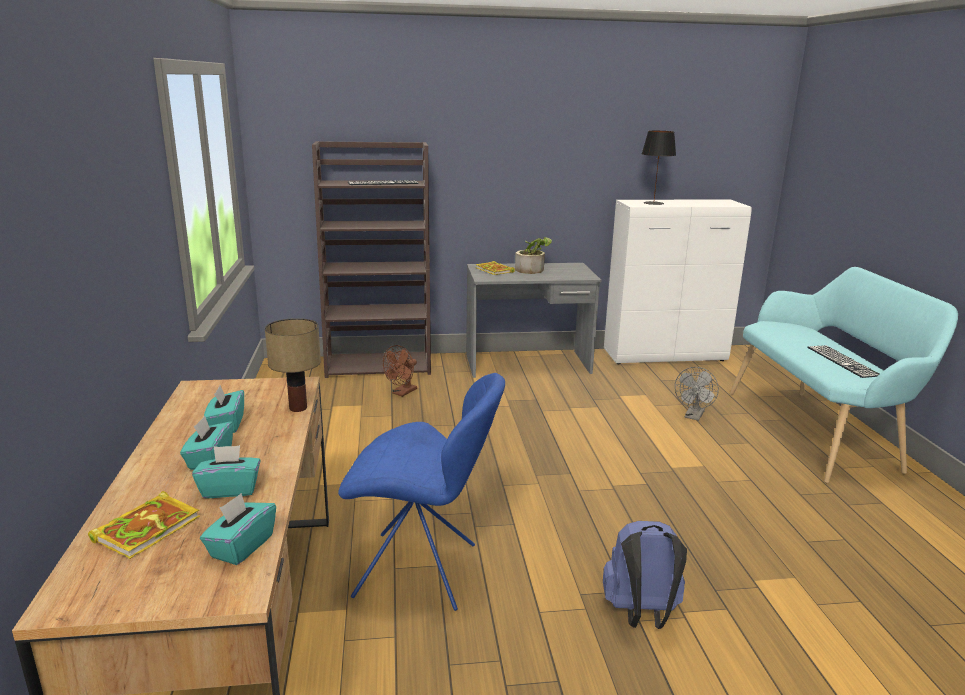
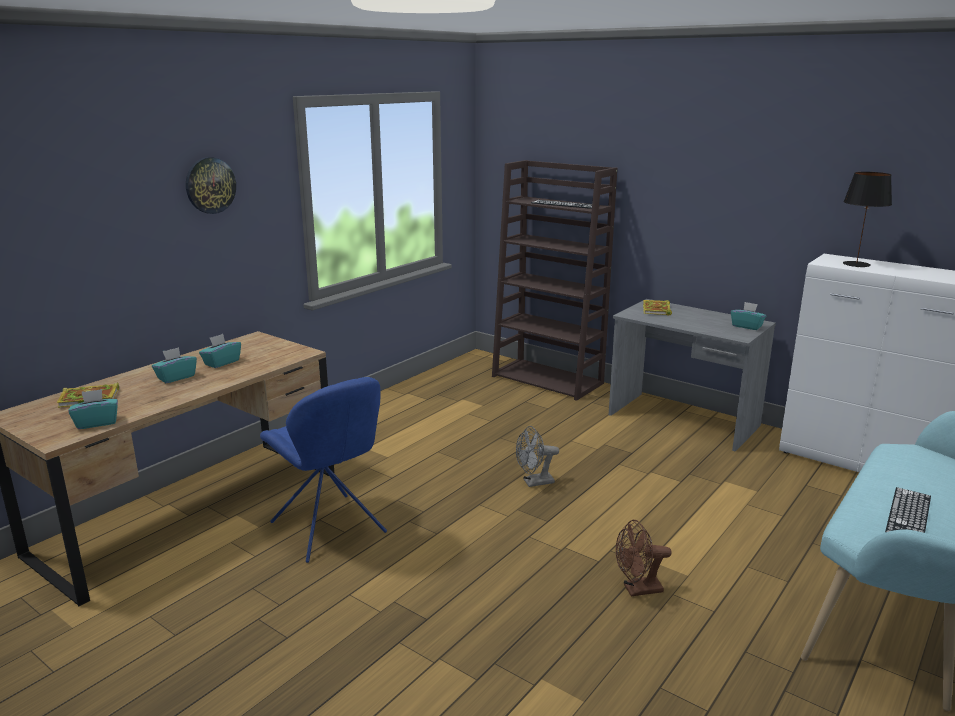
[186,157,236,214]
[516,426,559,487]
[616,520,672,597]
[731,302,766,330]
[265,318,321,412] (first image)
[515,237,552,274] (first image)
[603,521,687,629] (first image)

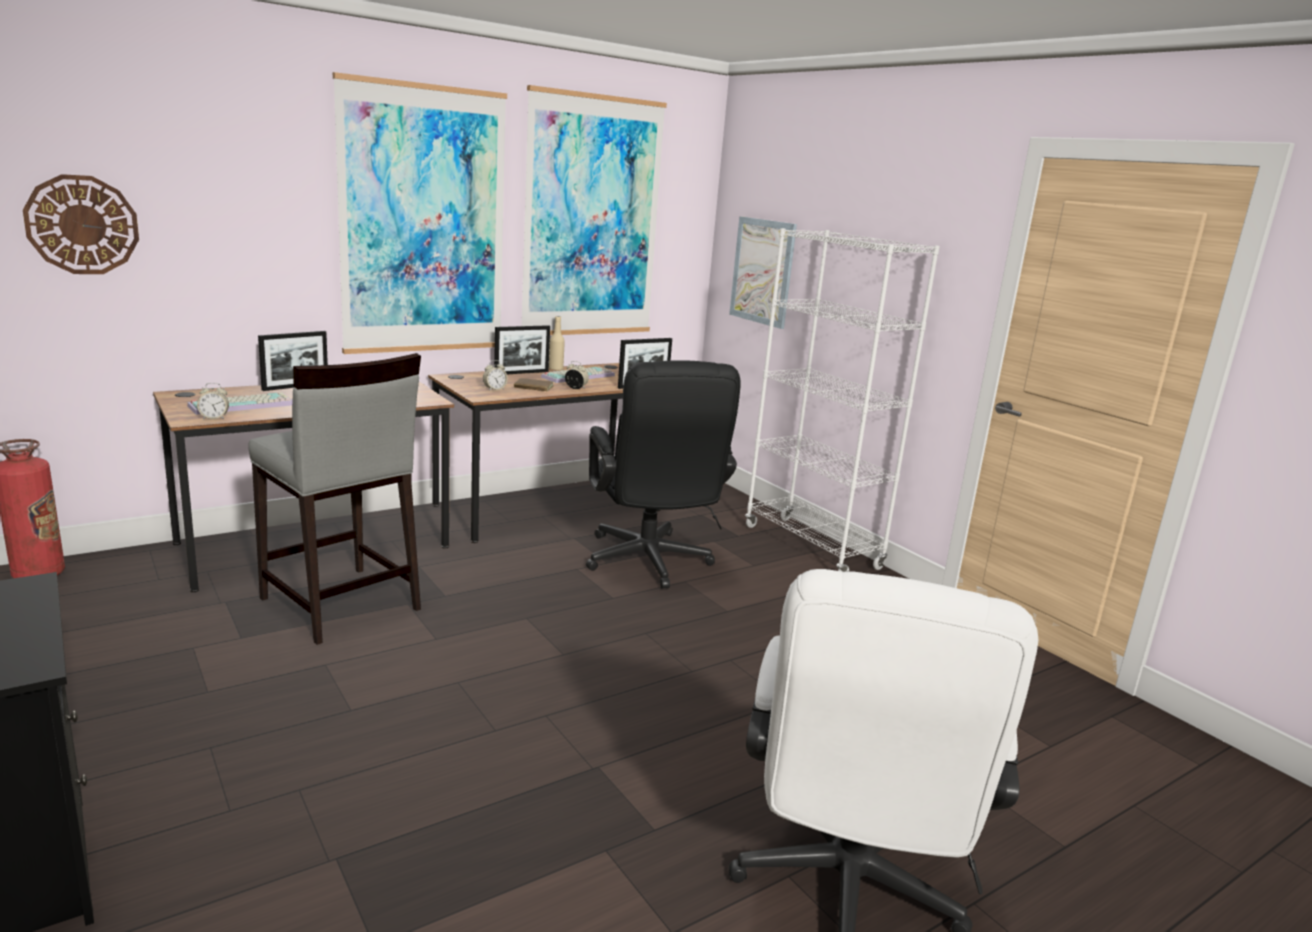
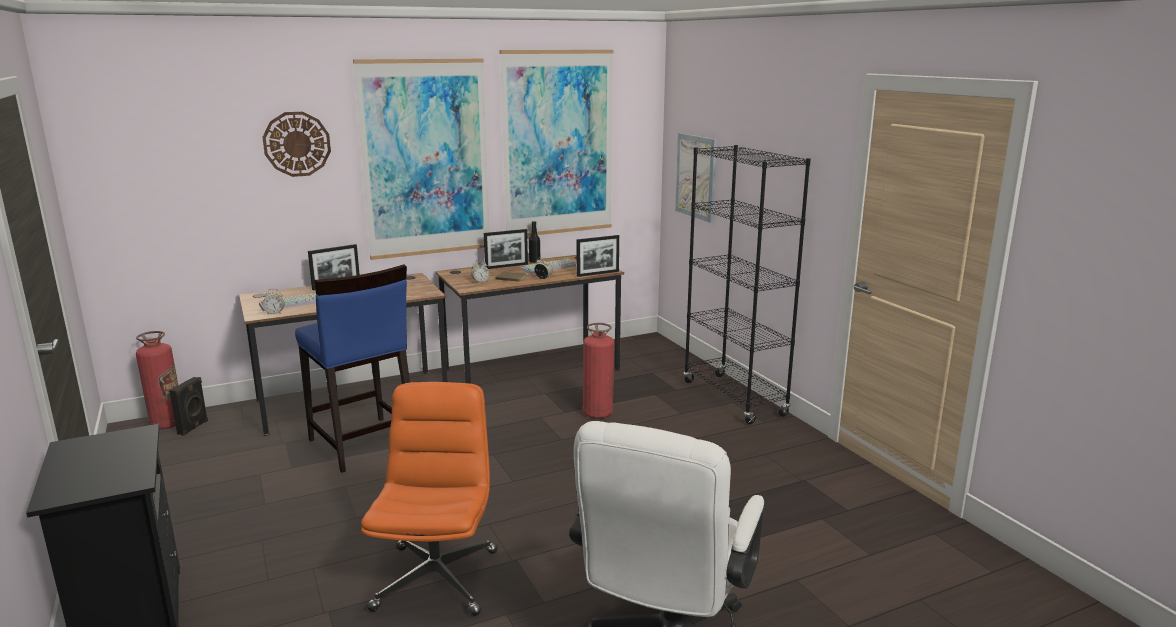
[169,377,208,436]
[262,112,331,177]
[295,264,410,473]
[361,382,498,616]
[529,221,541,263]
[583,323,614,418]
[683,145,811,424]

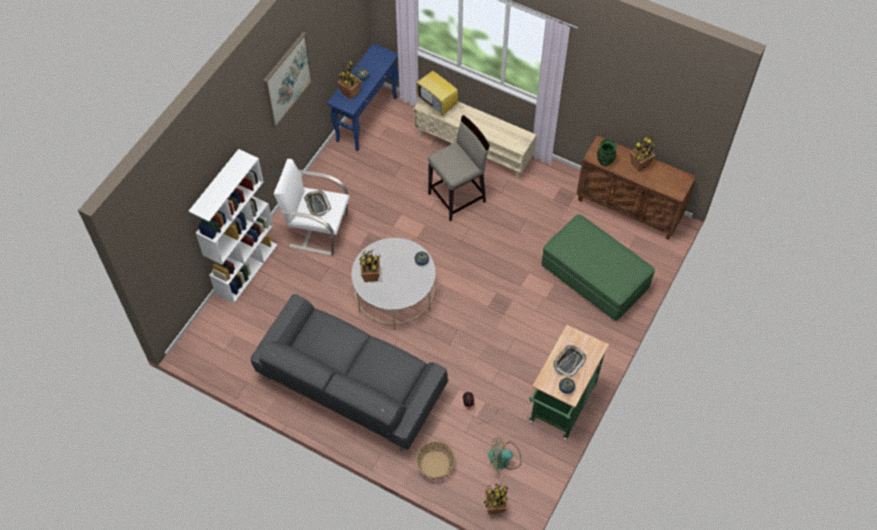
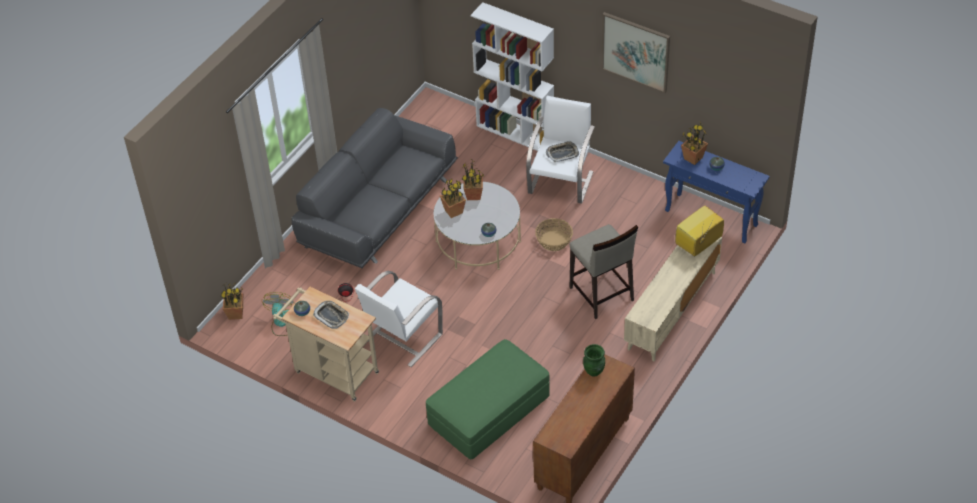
[273,287,379,402]
[355,271,443,367]
[440,179,466,218]
[535,218,573,251]

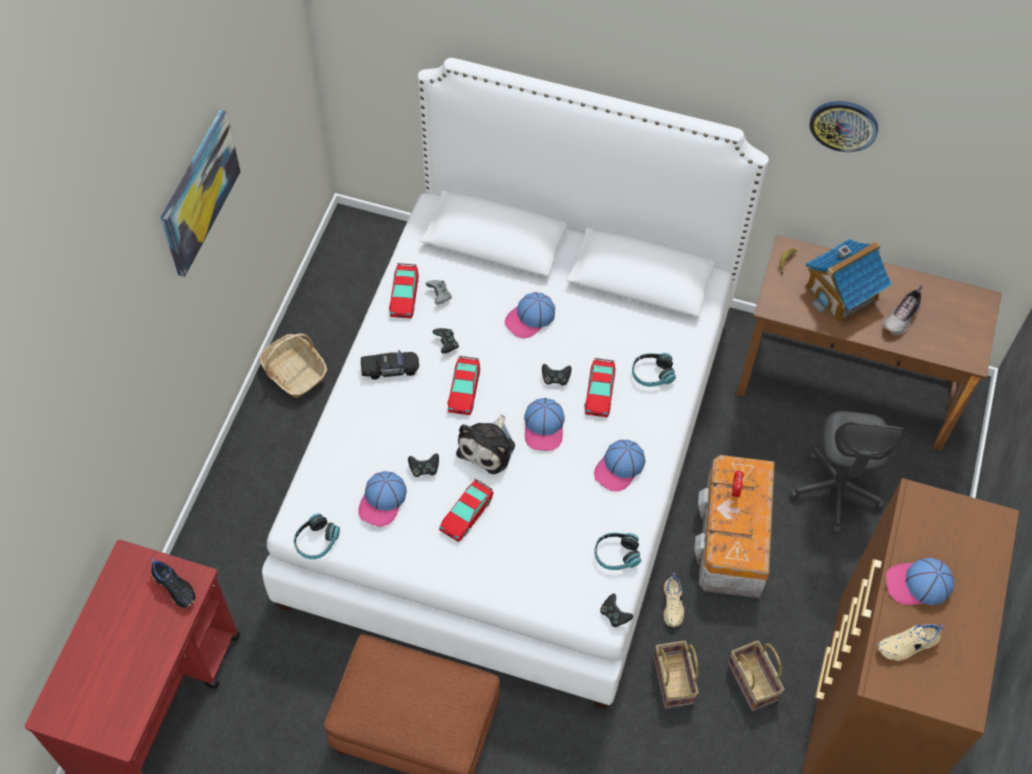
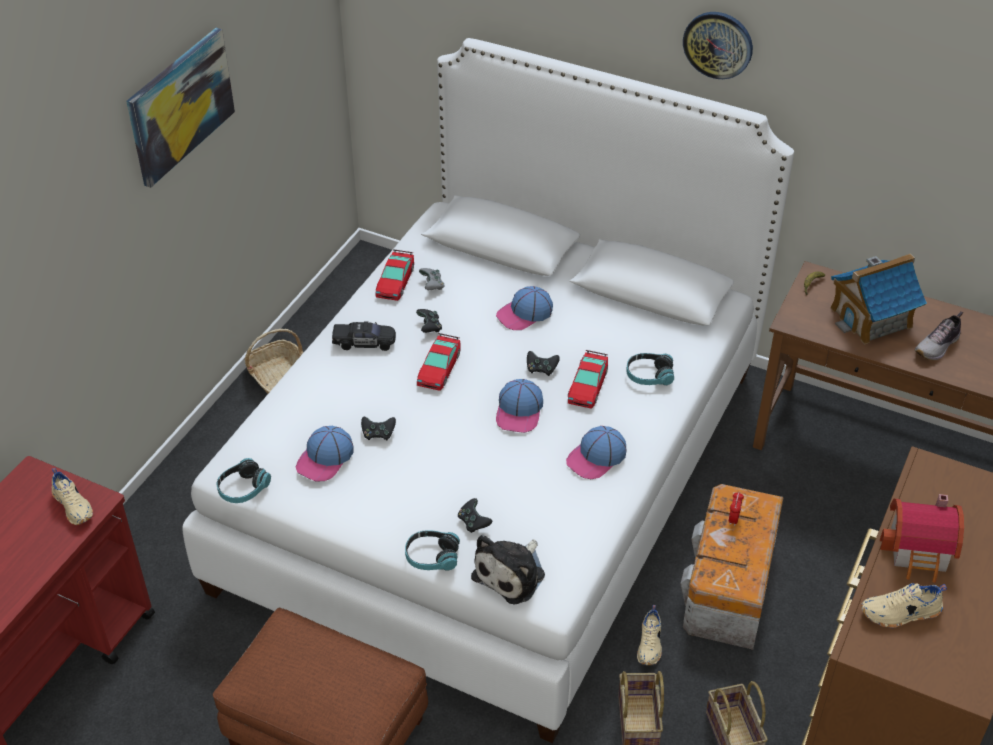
[52,468,93,525]
[405,530,460,571]
[458,498,492,533]
[471,535,545,604]
[683,12,753,79]
[880,494,964,583]
[439,479,493,542] (first image)
[789,411,905,534] (first image)

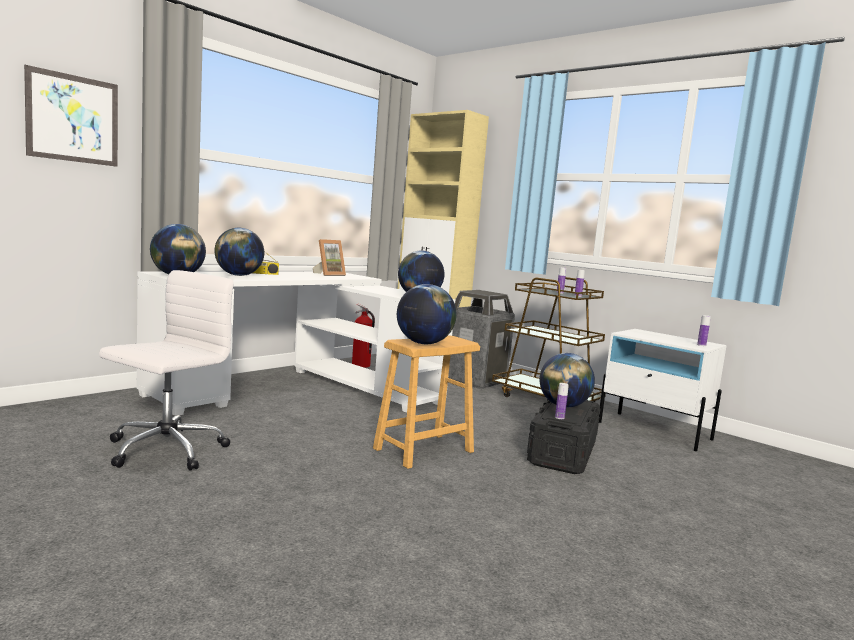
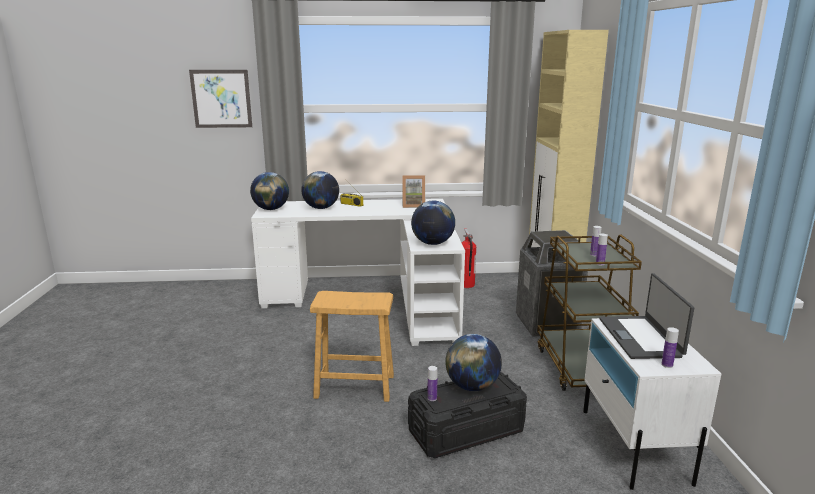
[600,273,694,359]
[99,270,233,471] (first image)
[397,284,457,344] (first image)

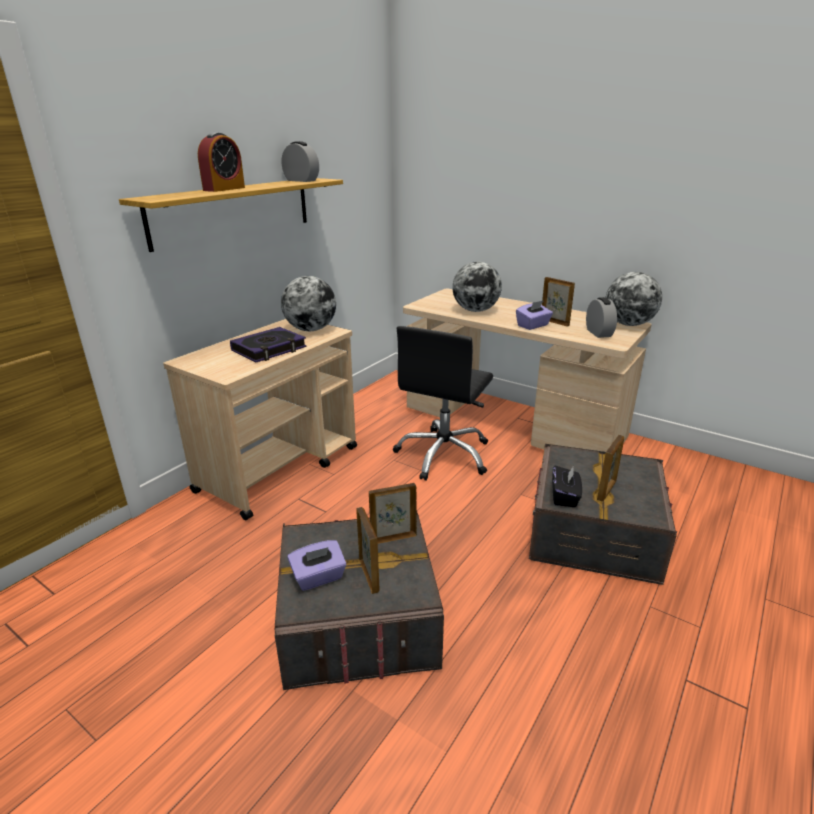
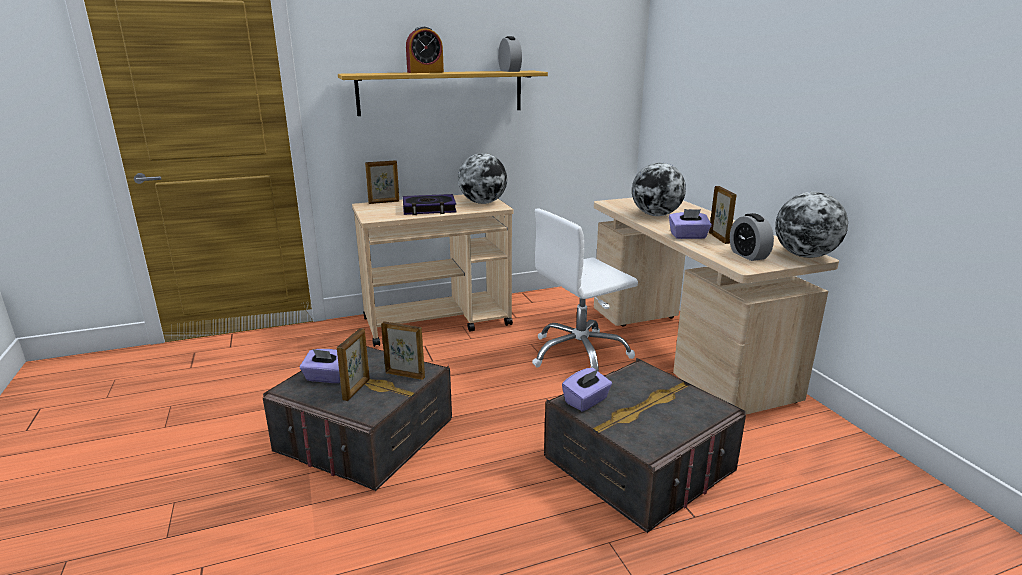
[365,160,399,204]
[532,208,638,371]
[562,368,612,411]
[730,213,774,261]

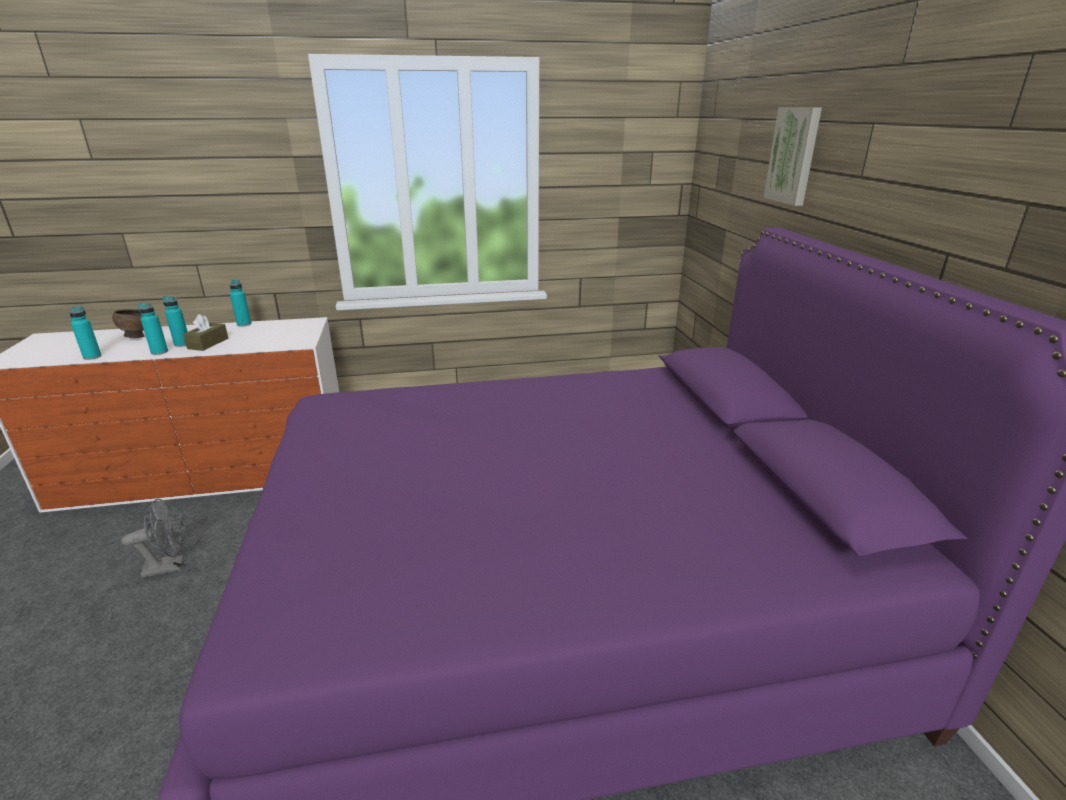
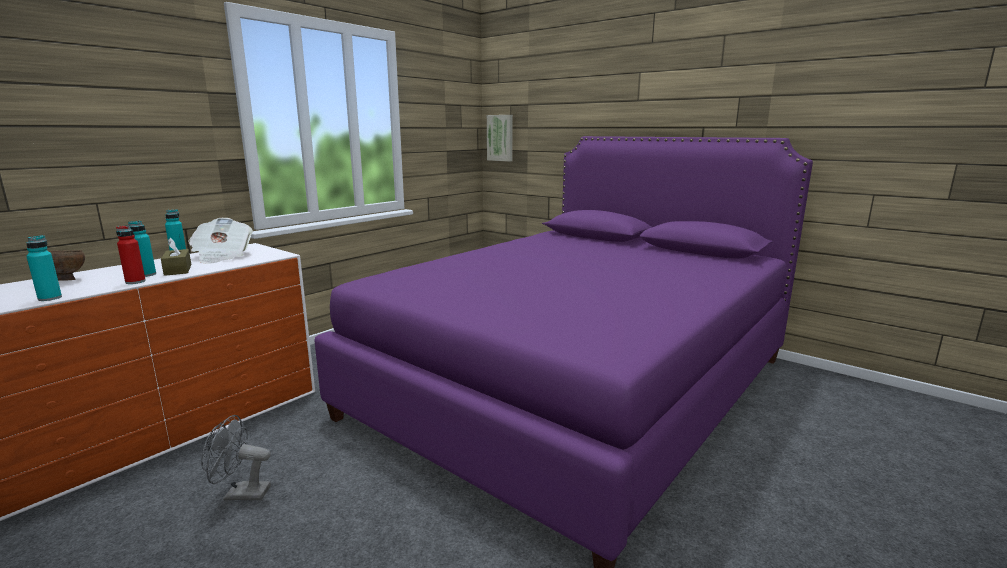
[116,225,146,284]
[188,218,253,264]
[201,415,271,500]
[487,115,513,161]

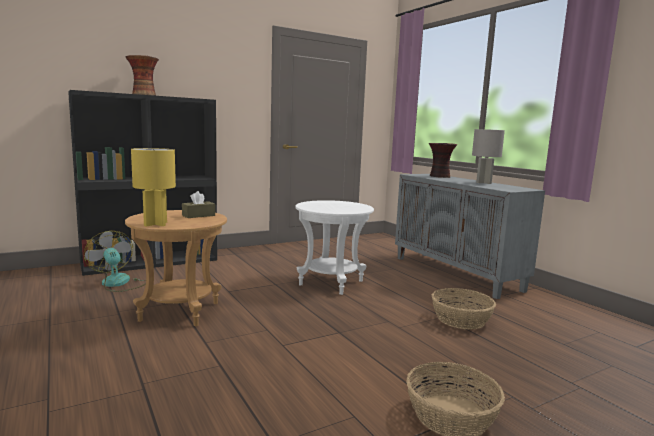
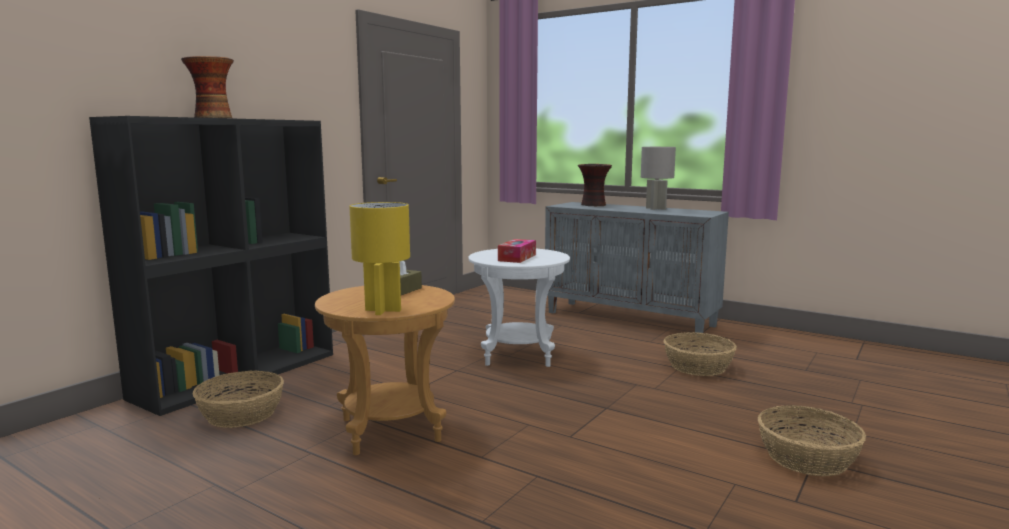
[193,370,284,428]
[498,239,536,263]

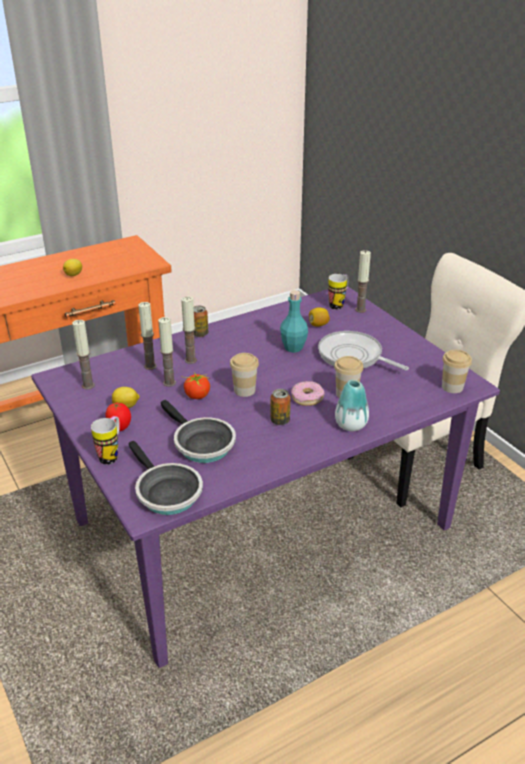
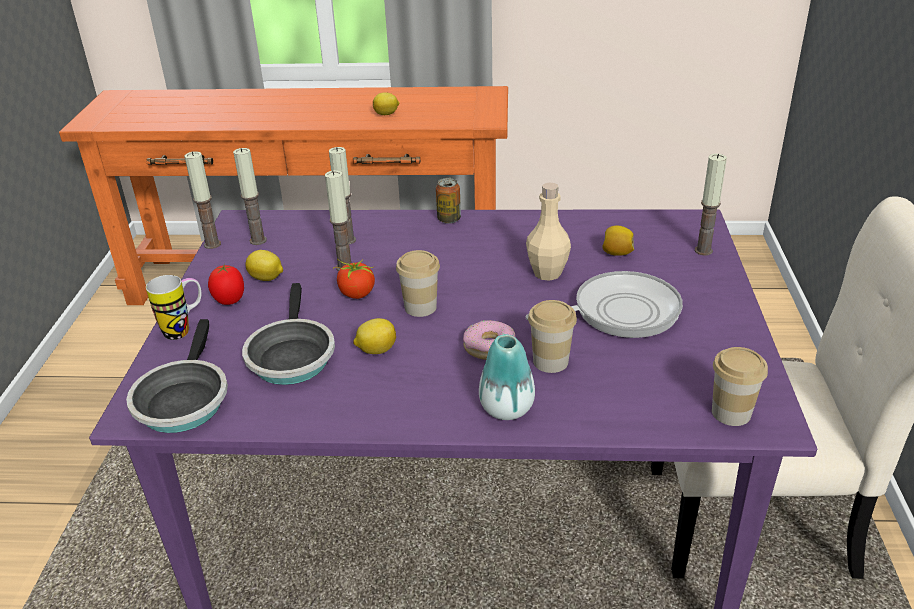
[184,151,221,249]
[353,318,396,354]
[526,183,571,281]
[526,271,683,338]
[271,389,290,425] (first image)
[328,274,349,310] (first image)

